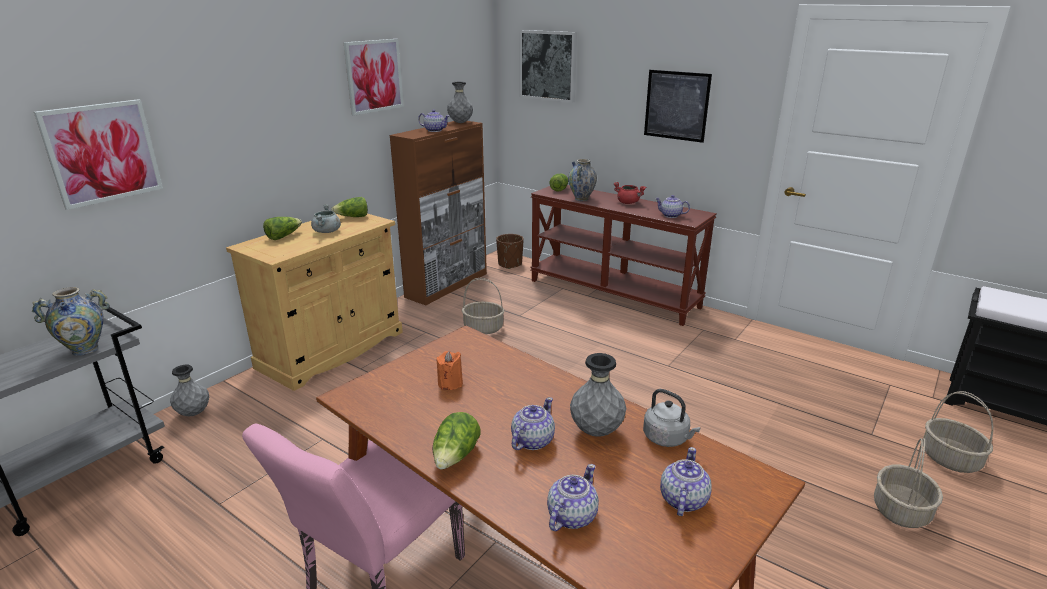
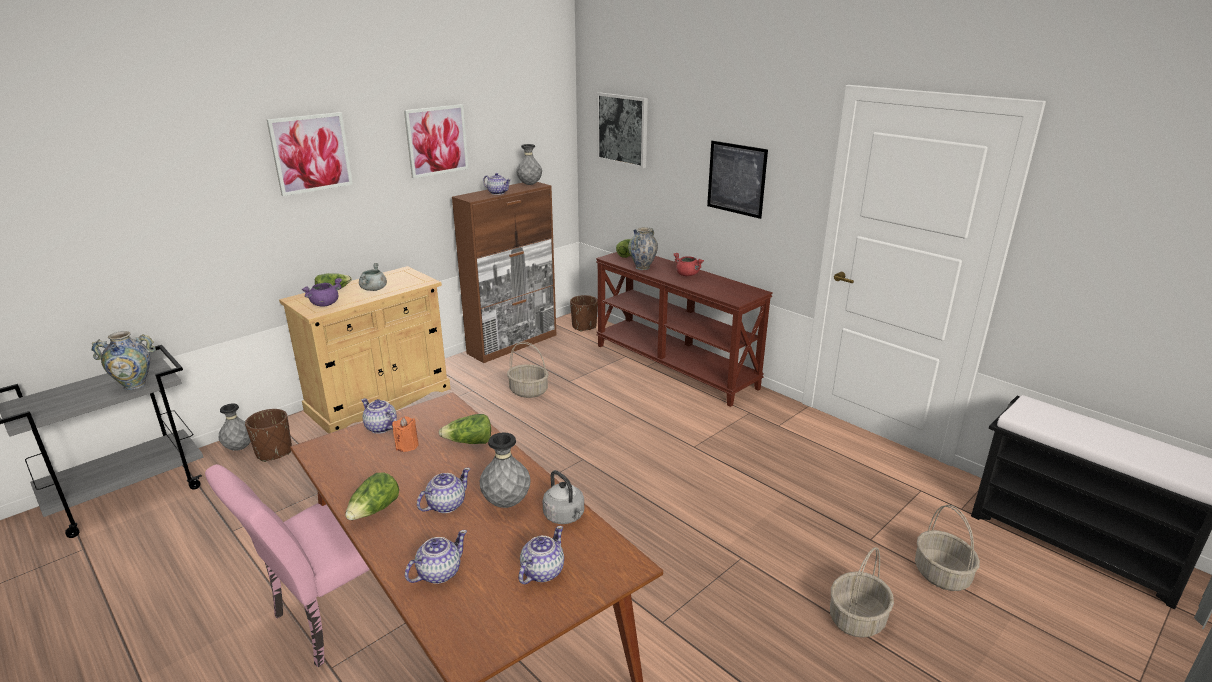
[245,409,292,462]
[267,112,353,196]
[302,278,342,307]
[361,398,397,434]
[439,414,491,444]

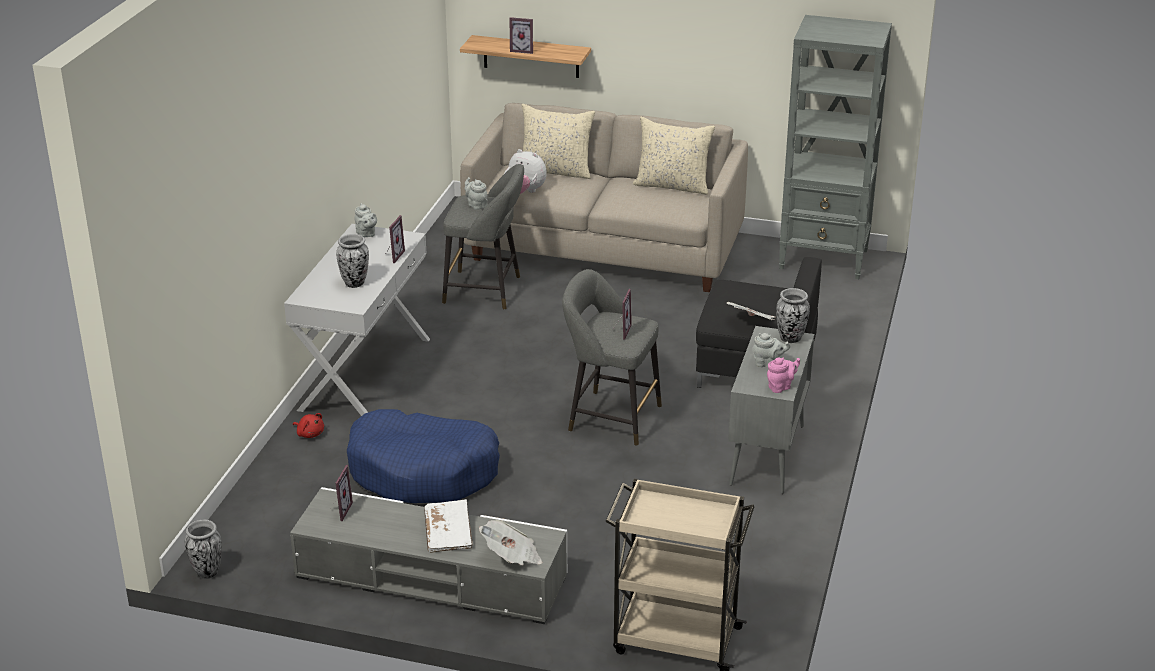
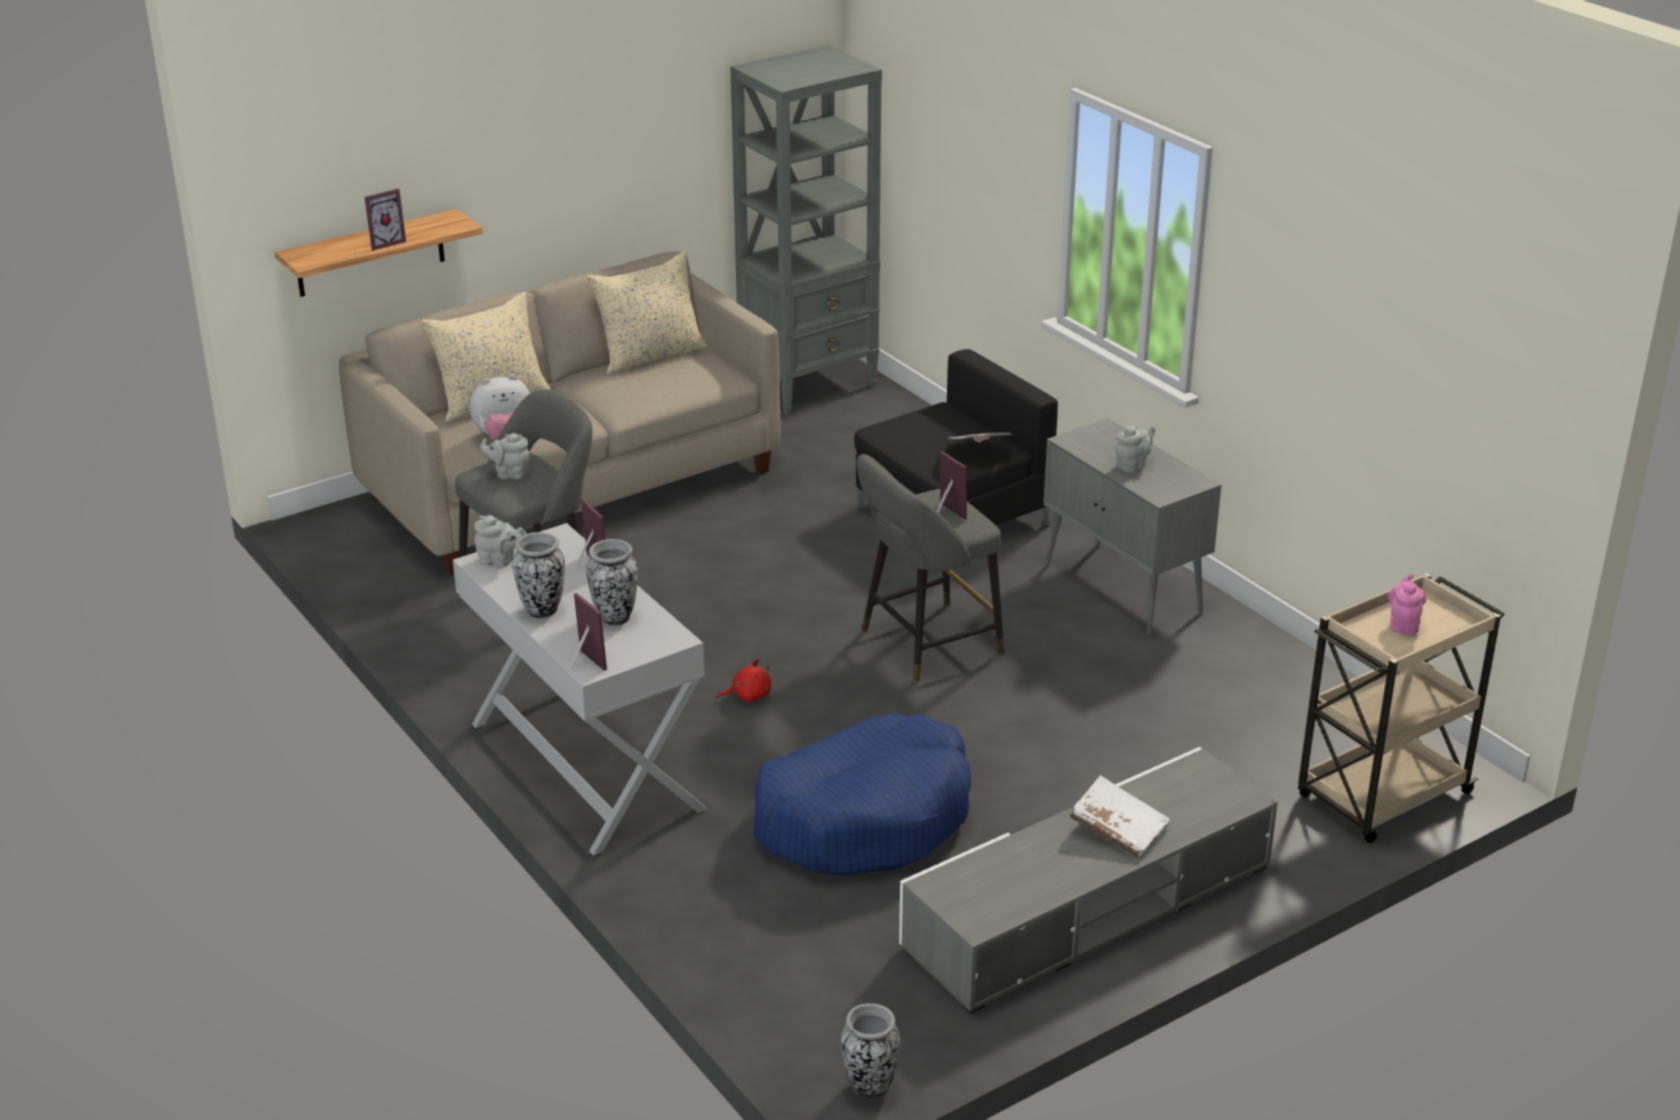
[512,532,565,618]
[570,593,607,671]
[717,658,771,702]
[1388,573,1426,635]
[479,520,543,565] (first image)

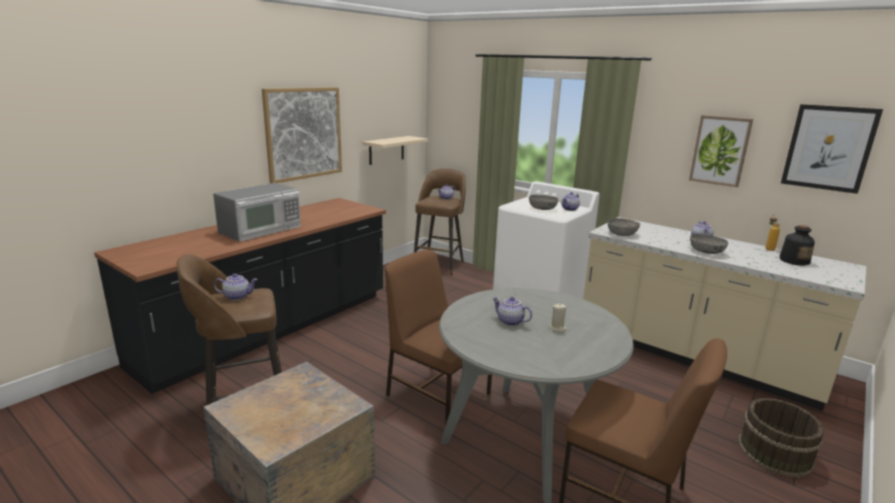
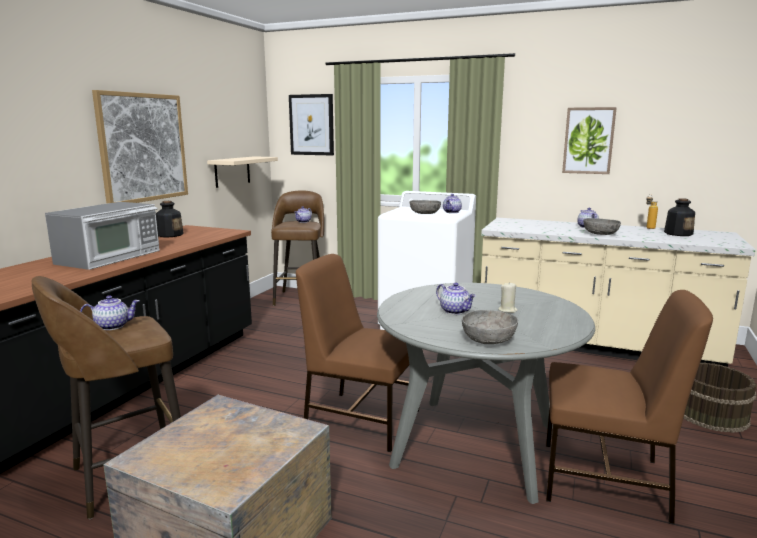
[156,201,184,238]
[289,94,334,156]
[436,283,476,315]
[462,310,518,344]

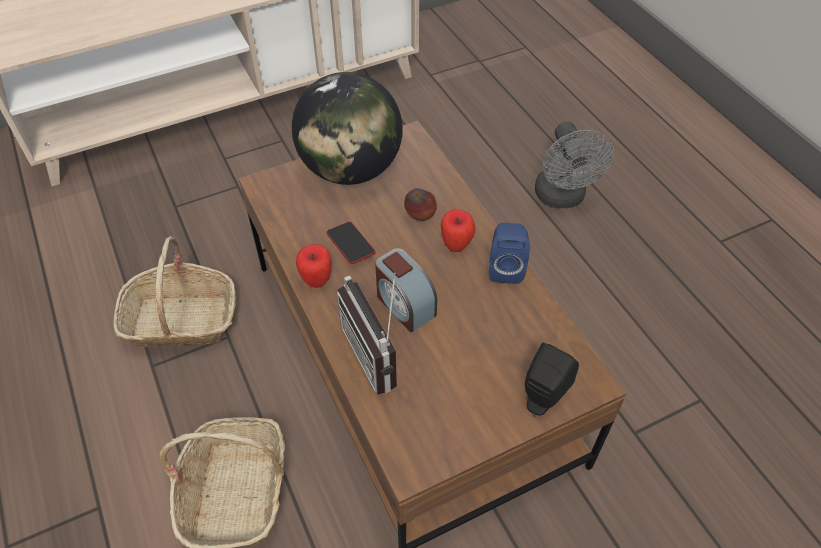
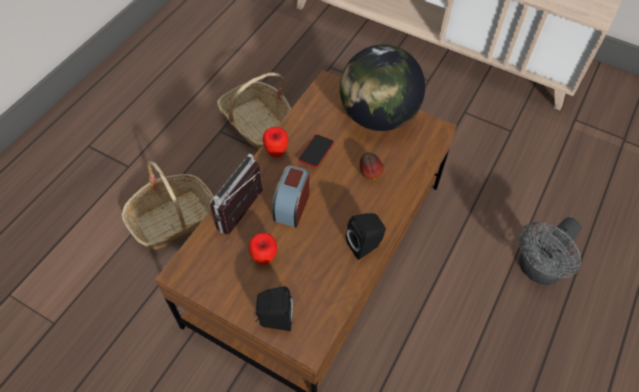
[249,233,277,265]
[346,213,386,260]

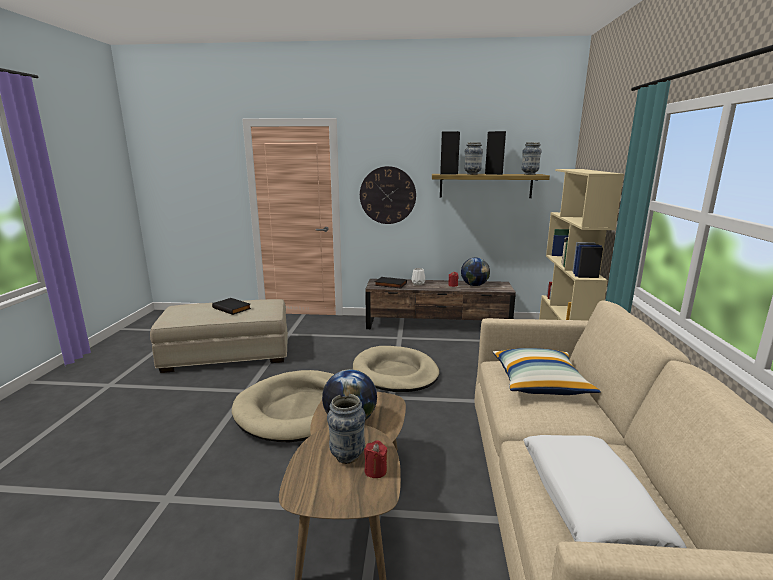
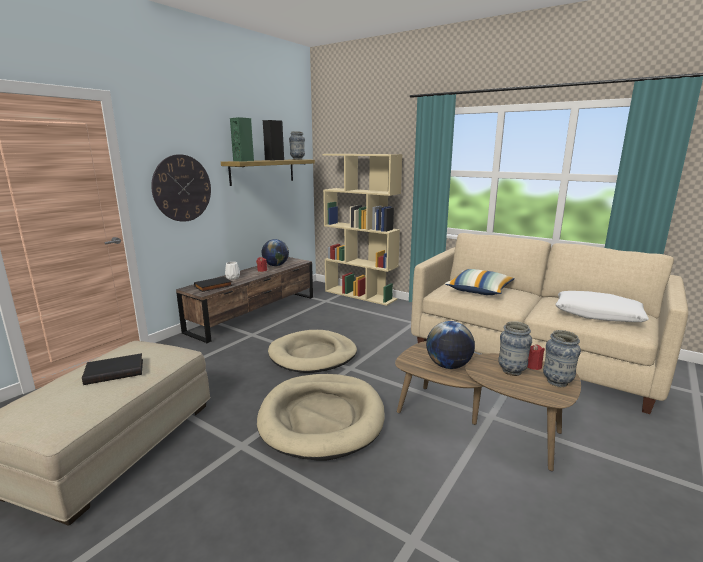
[230,117,254,162]
[543,330,581,387]

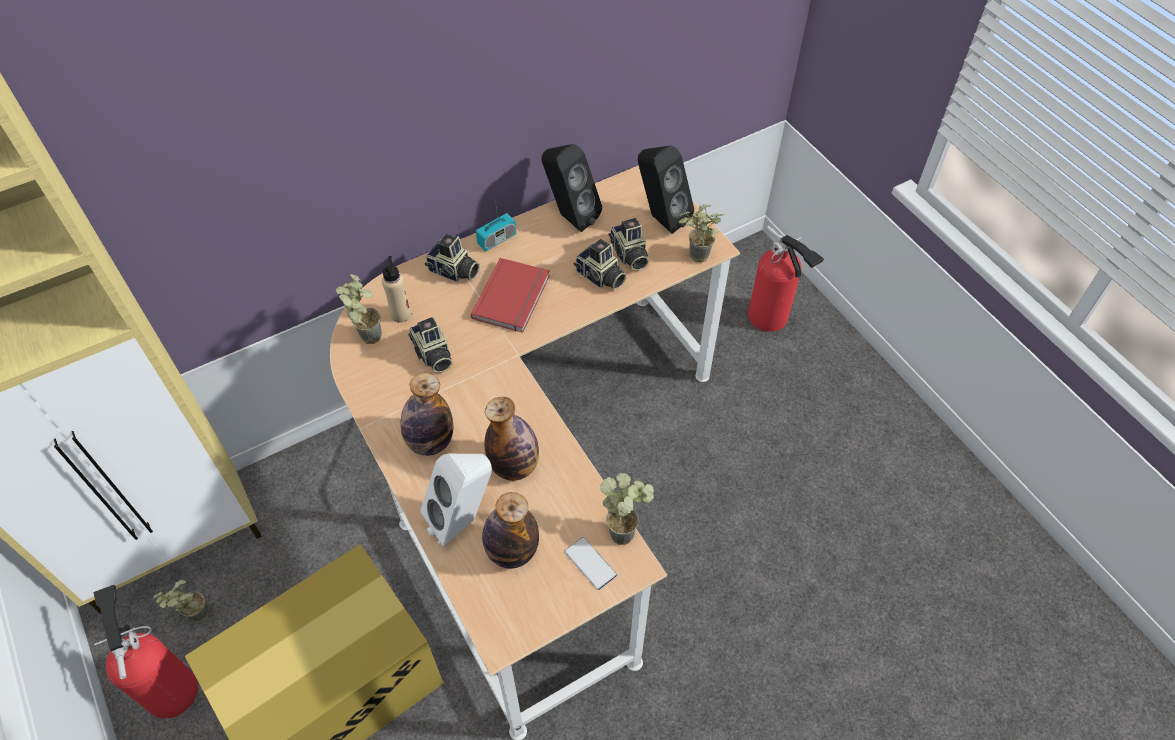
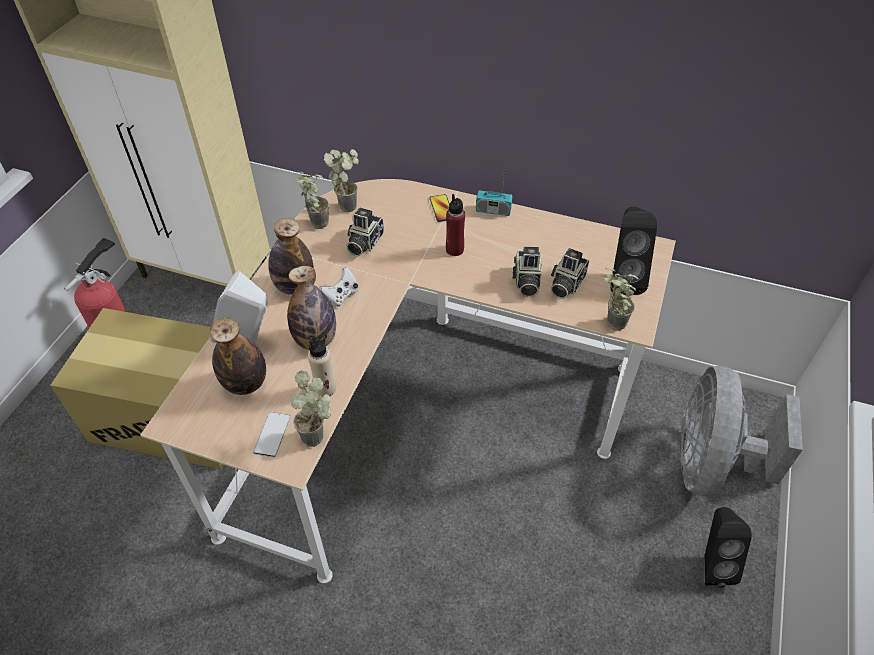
[293,171,329,229]
[308,333,336,397]
[319,267,358,307]
[429,194,449,222]
[446,194,465,256]
[679,366,803,496]
[705,507,752,588]

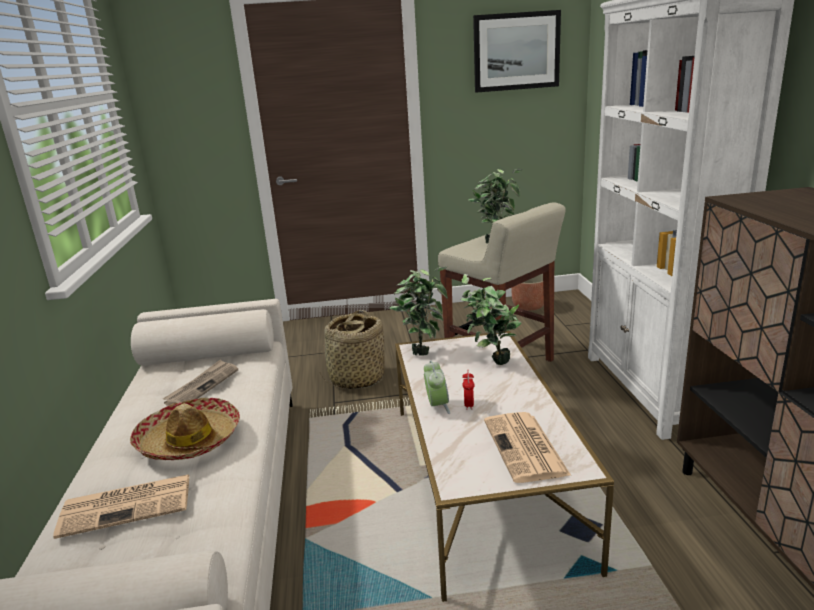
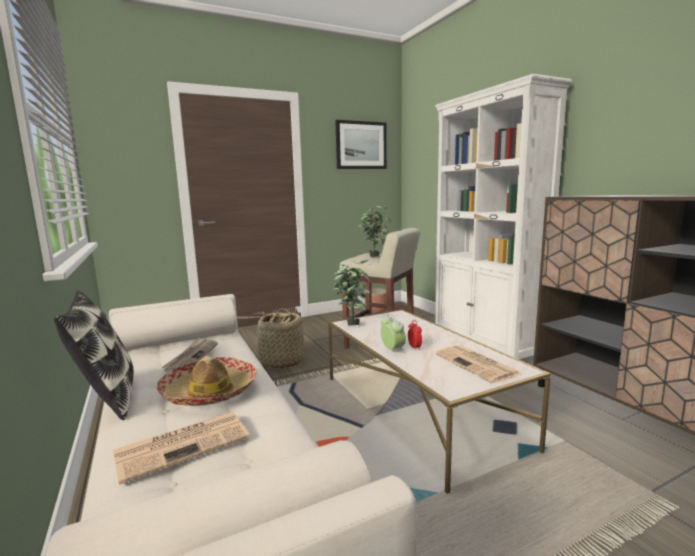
[54,290,134,420]
[461,274,521,365] (first image)

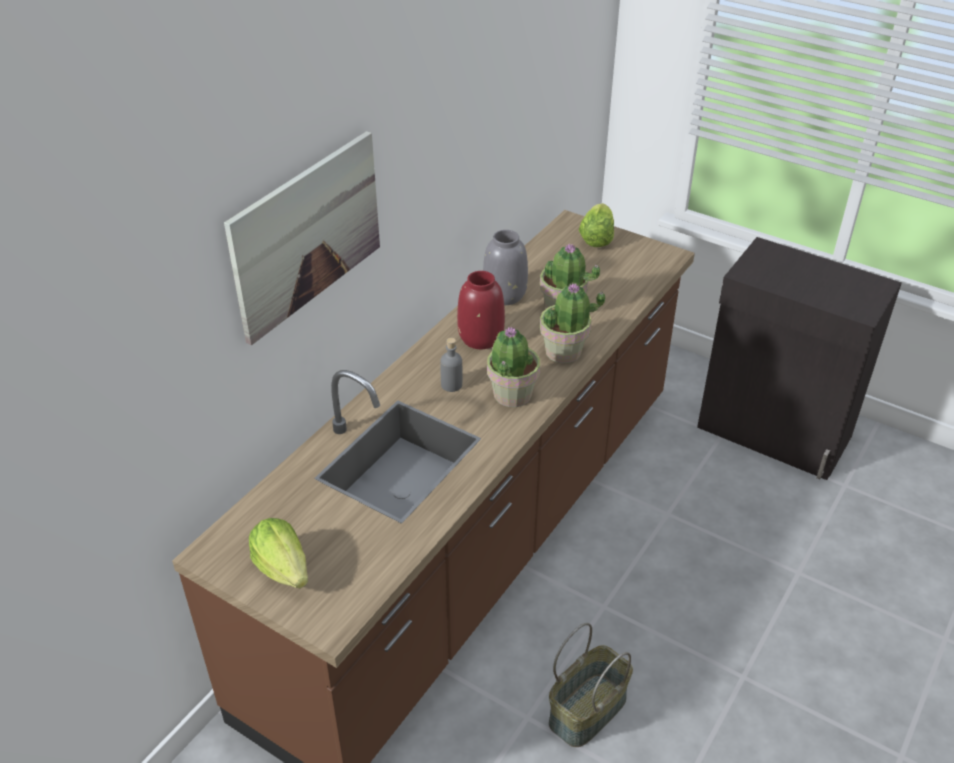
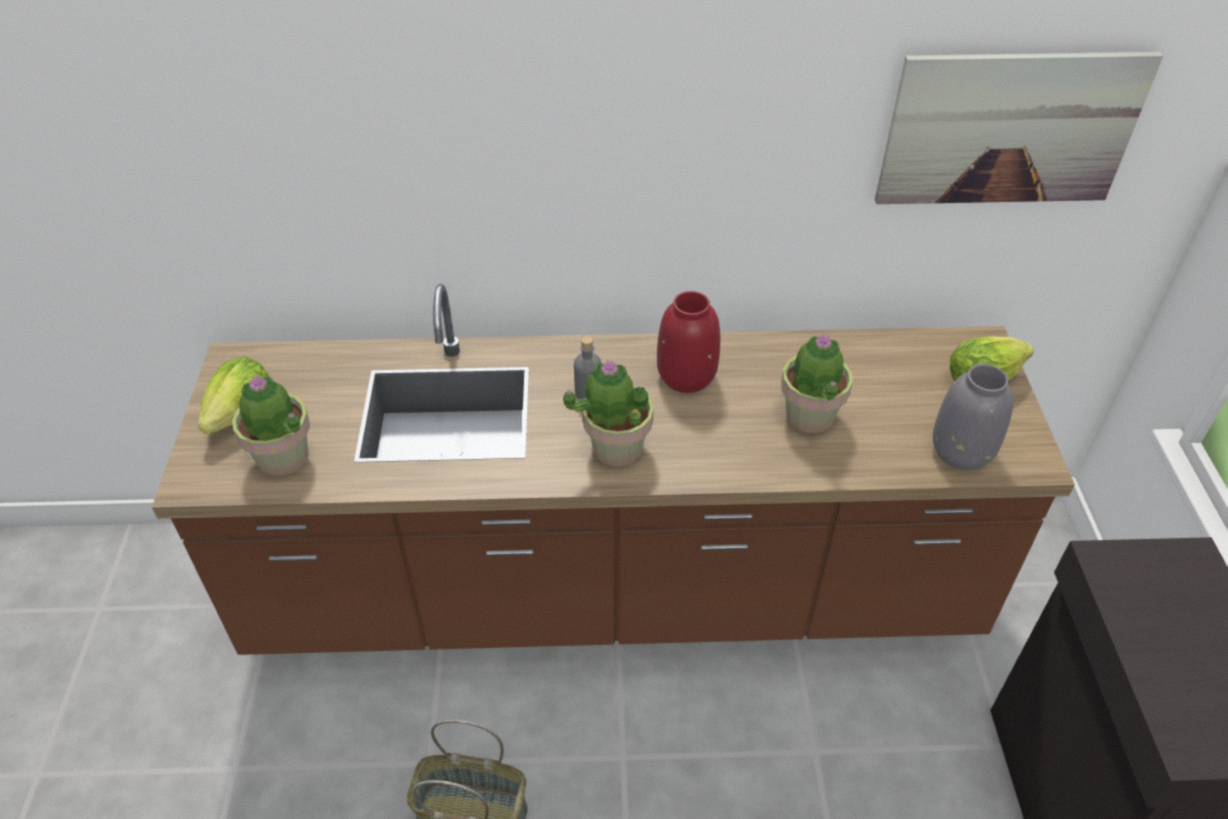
[232,375,310,476]
[875,52,1163,204]
[933,364,1013,470]

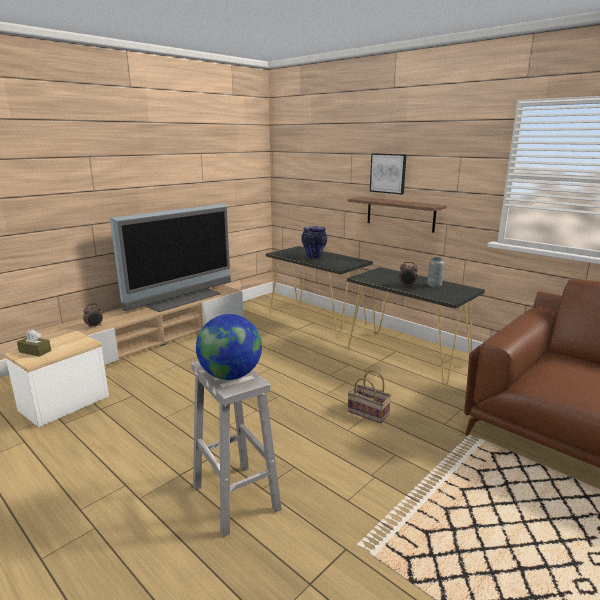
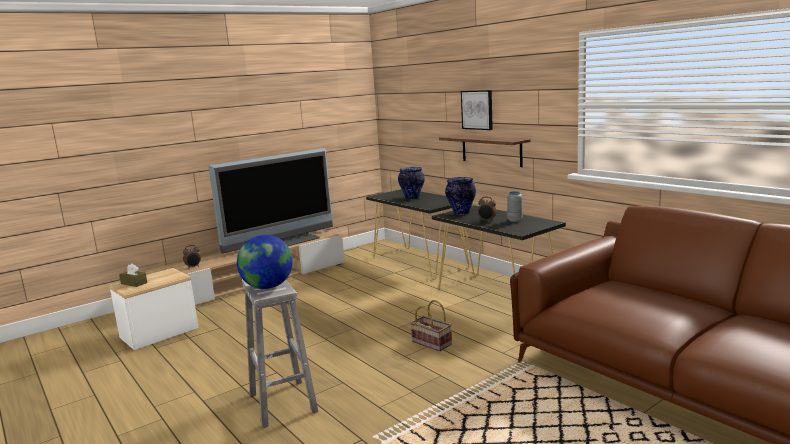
[445,177,476,215]

